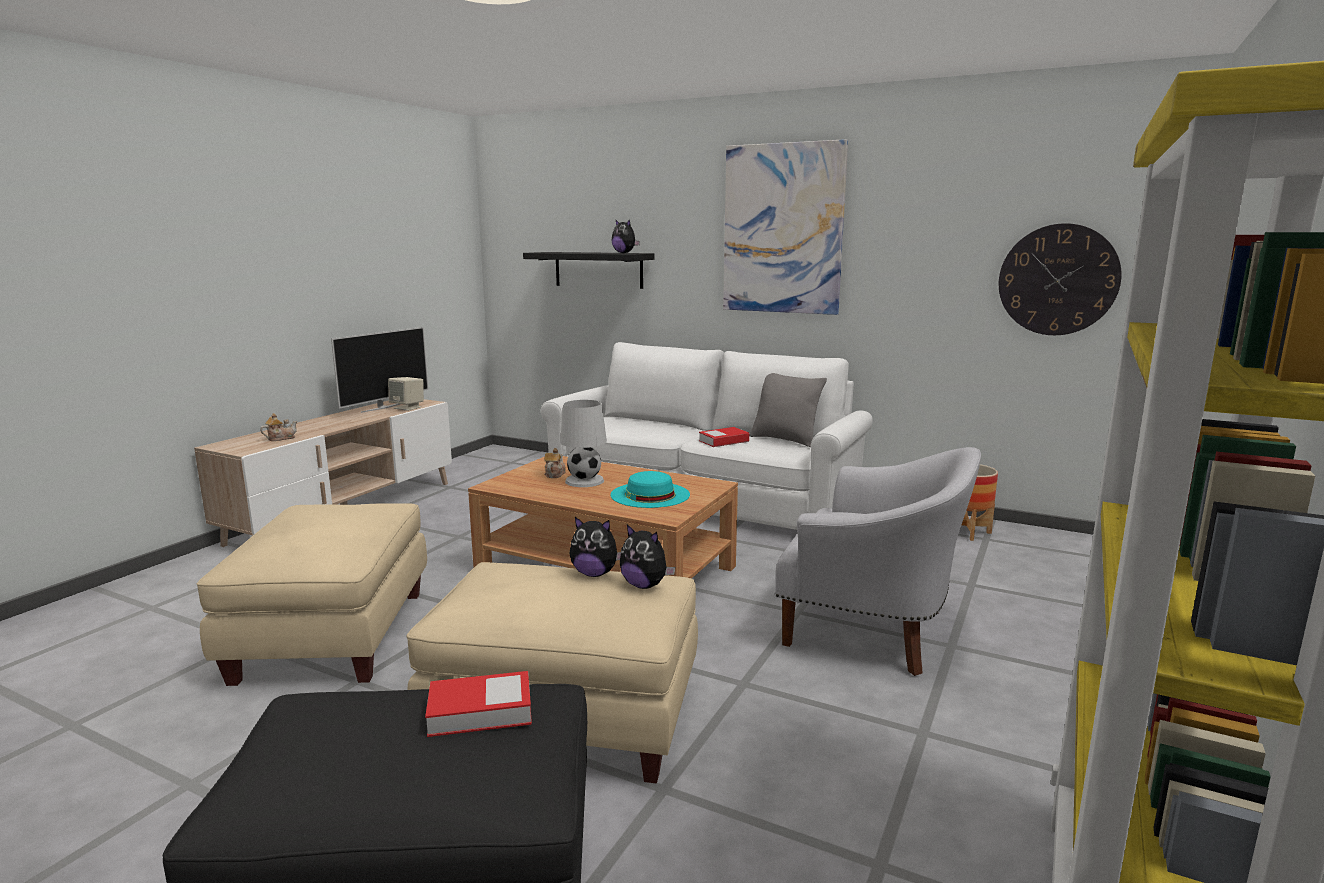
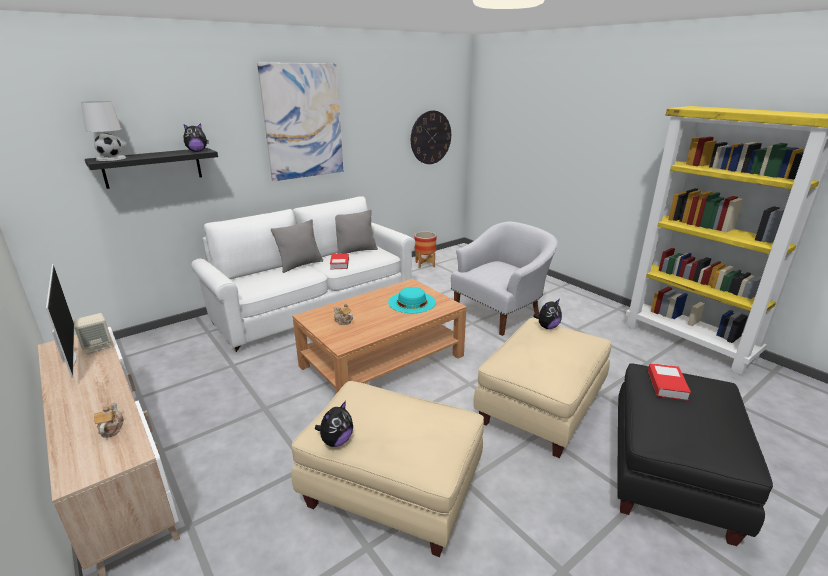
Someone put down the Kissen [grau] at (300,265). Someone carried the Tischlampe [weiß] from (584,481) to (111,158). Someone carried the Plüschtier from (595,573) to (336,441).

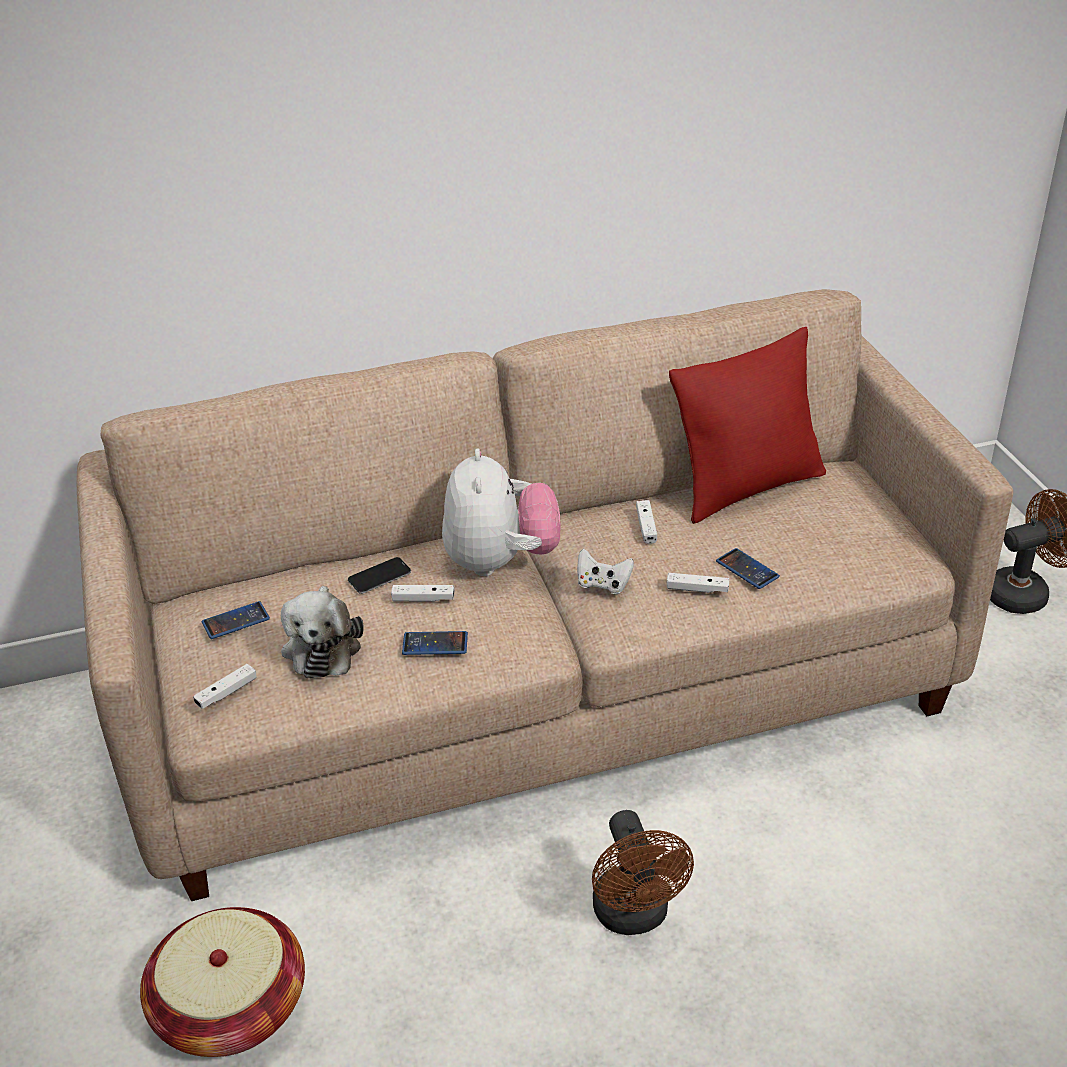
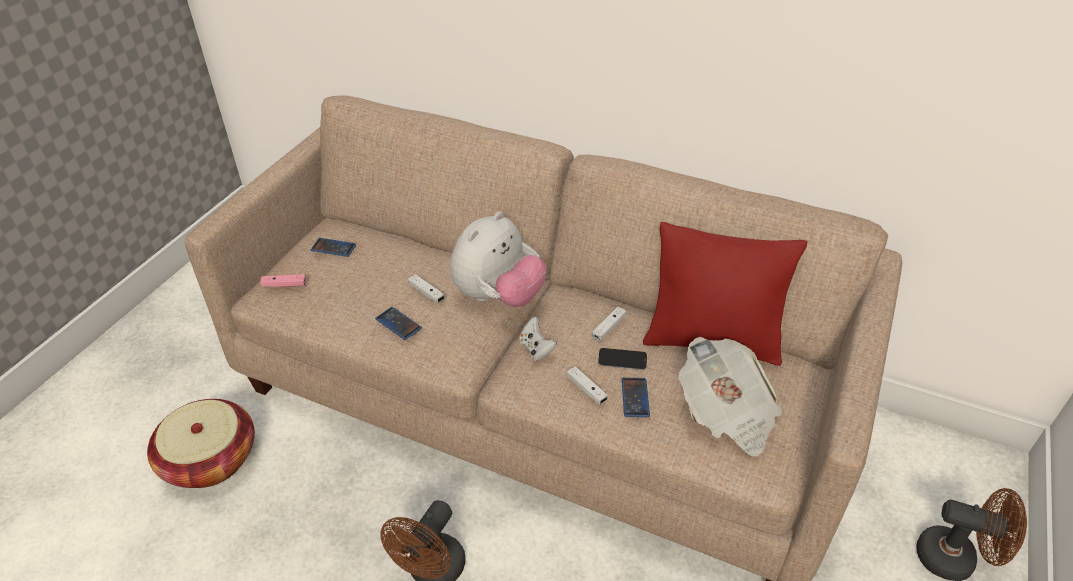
Someone took away the Plüschtier at (322,646). Someone put down the Zeitung at (726,414). Someone carried the Handy from (379,577) to (622,360). Someone repainted the Gamepad [weiß] at (226,693), which became the Gamepad [rosa] at (284,285).

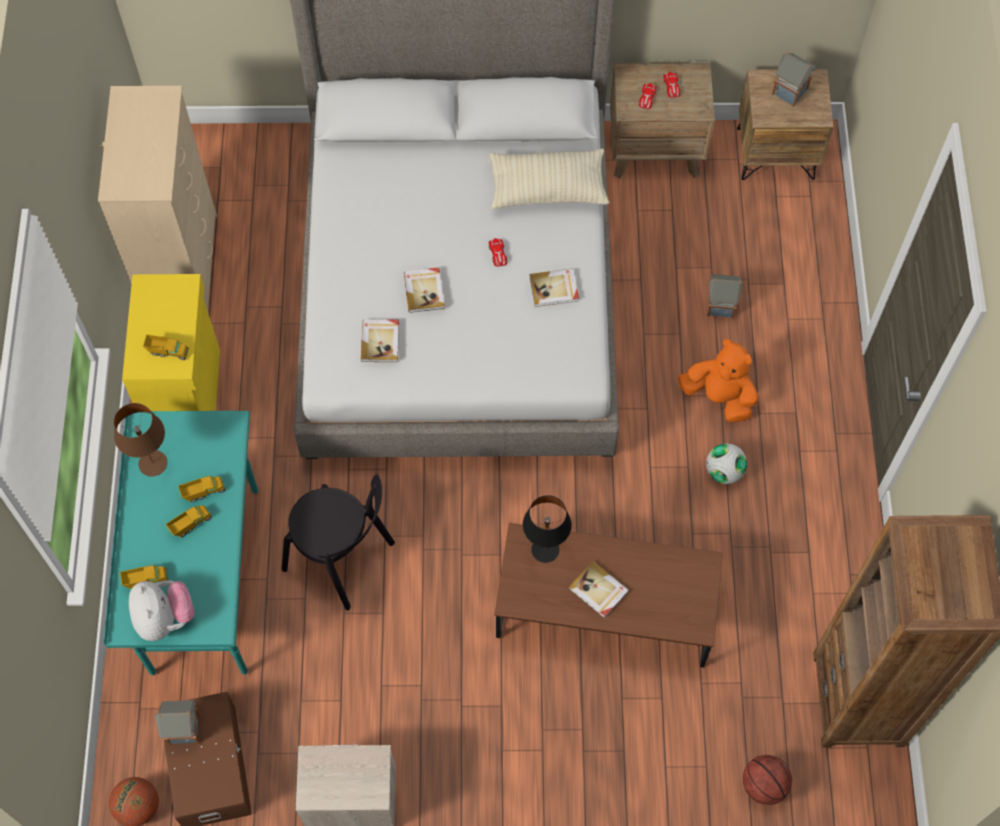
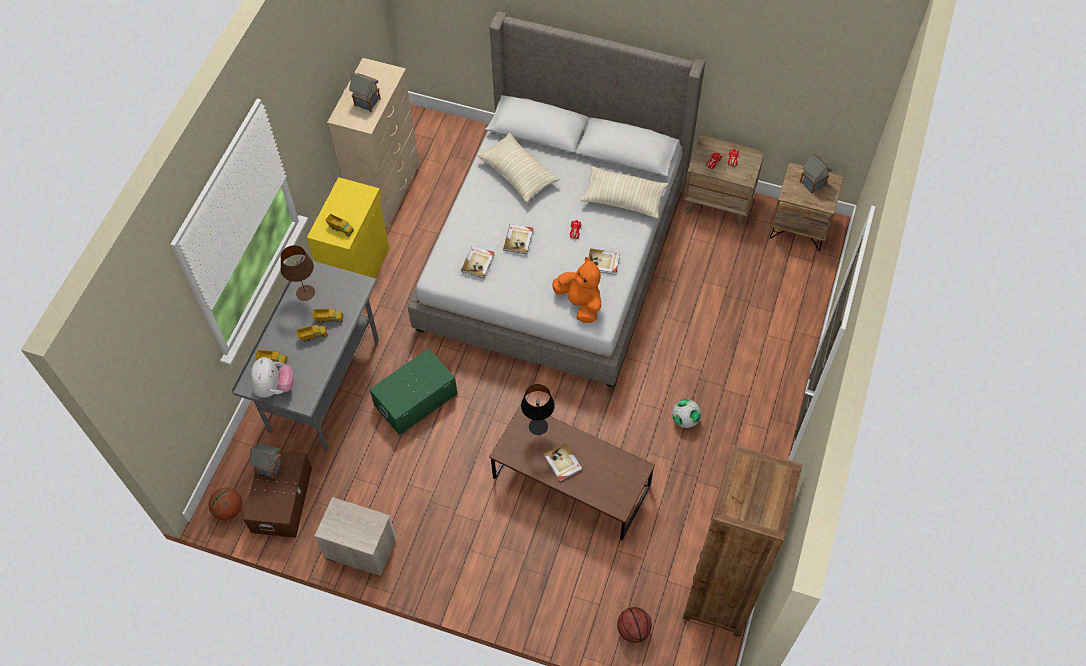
Someone put down the Kissen [beige] at (518,174). Someone carried the Plüschtier [orange] from (719,397) to (580,303). Someone carried the Spielzeughaus from (720,306) to (366,102). Someone swapped the Stuhl [schwarz] at (342,559) for the Aufbewahrungsbox [grün] at (415,399). Someone repainted the Schreibtisch [türkis] at (205,580), which became the Schreibtisch [grau] at (324,385).

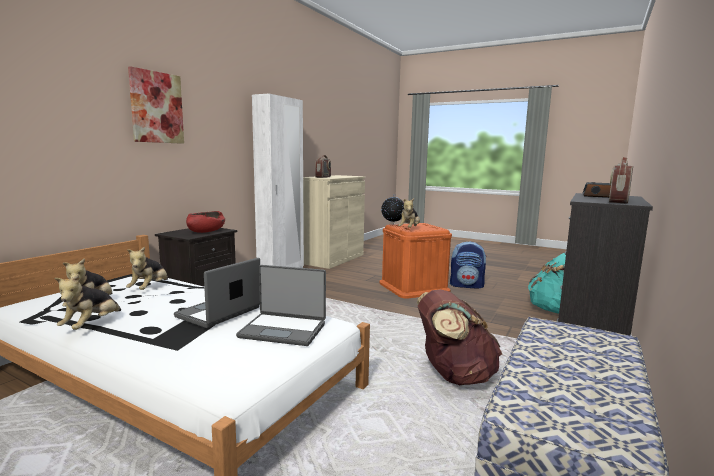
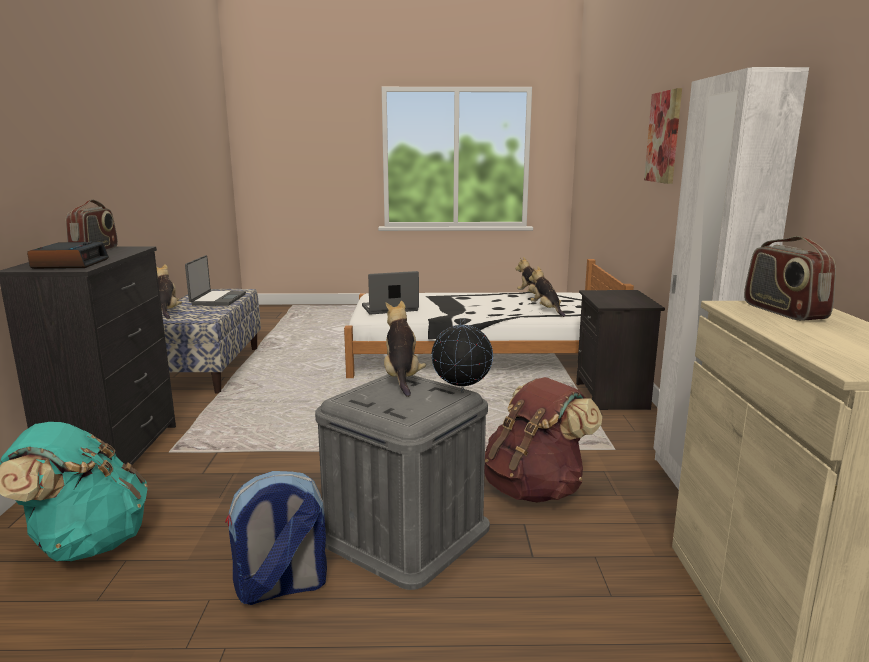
Someone took away the Schüssel [rot] at (206,231). Someone carried the Plüschtier from (92,325) to (167,311). Someone carried the Laptop from (220,312) to (217,299). Someone carried the Rucksack [braun] from (454,375) to (535,489). Someone repainted the Aufbewahrungsbox [orange] at (413,287), which became the Aufbewahrungsbox [grau] at (404,532).

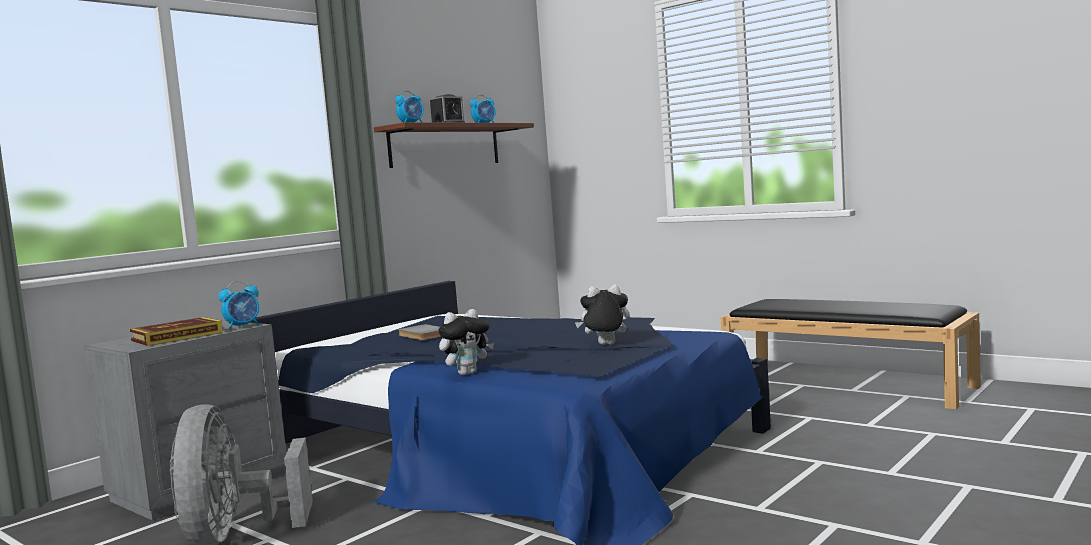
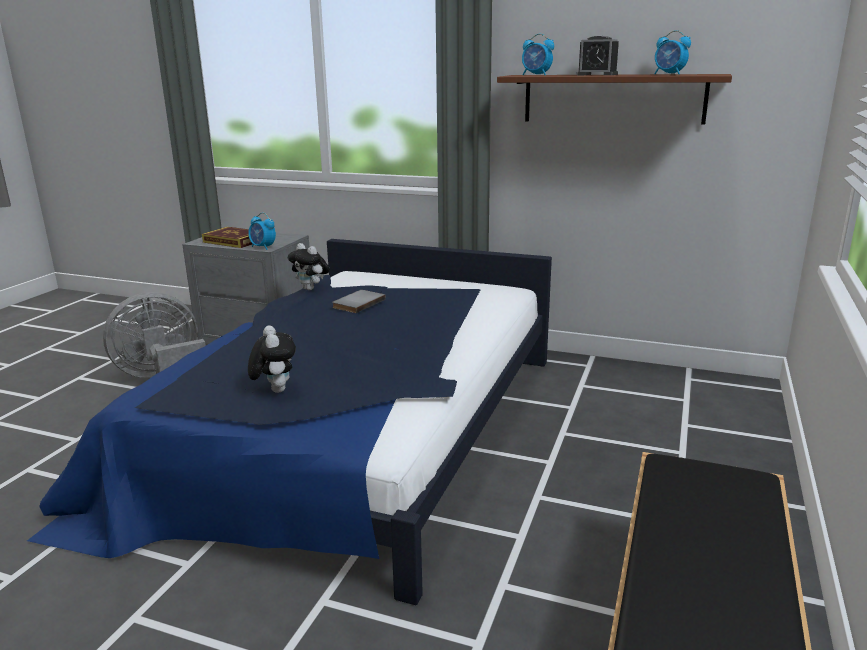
Someone carried the Plüschtier from (467,373) to (311,289).

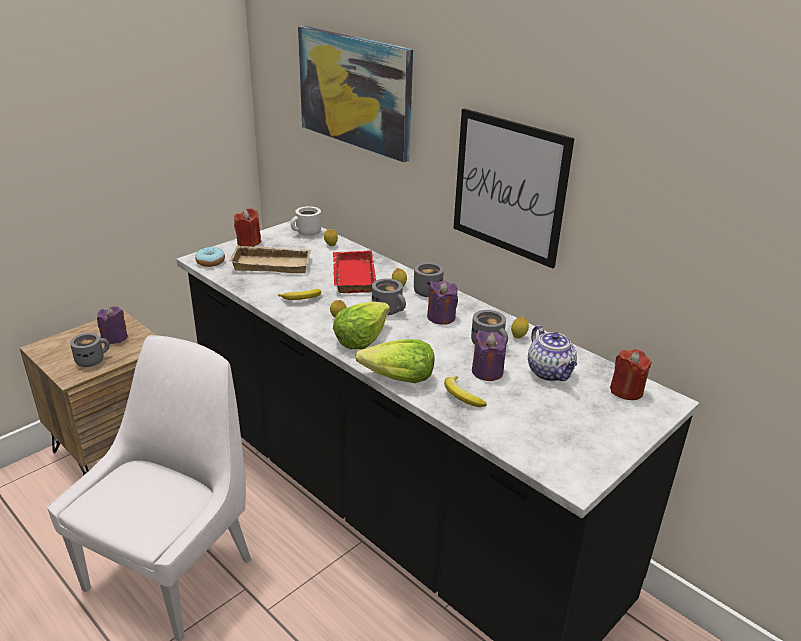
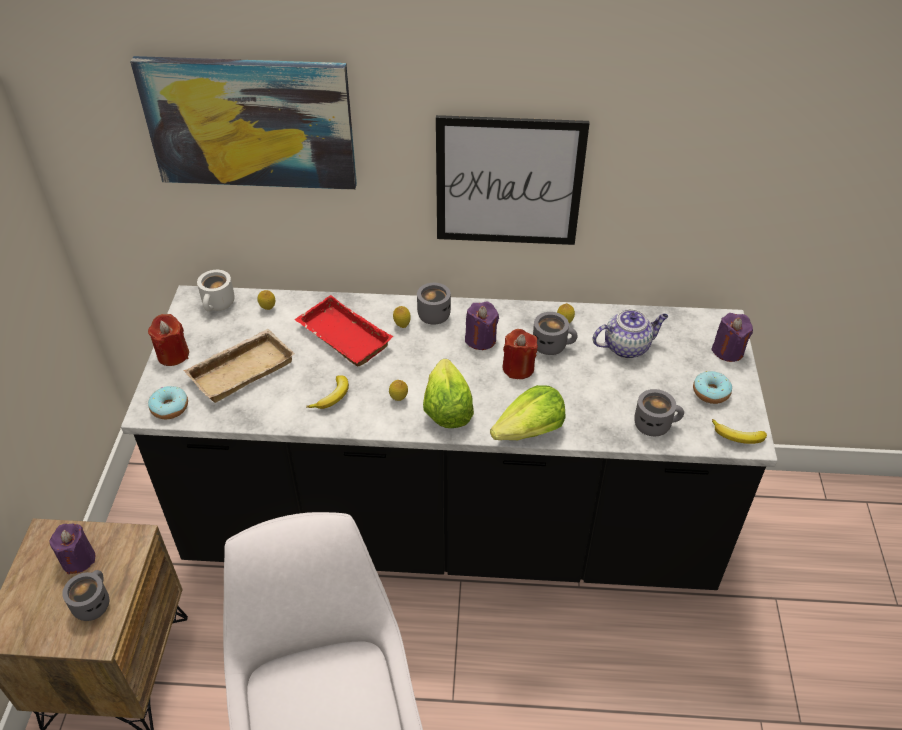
Someone put down the Donut at (710,392). Someone carried the Henkelbecher [grau] from (390,310) to (655,424). Someone carried the Banane from (461,396) to (737,437). Someone carried the Kerze [lila] from (487,372) to (728,351). Someone carried the Kerze [rot] from (626,391) to (518,368). Someone rotated the Teekanne at (550,373) by 45 degrees counterclockwise.

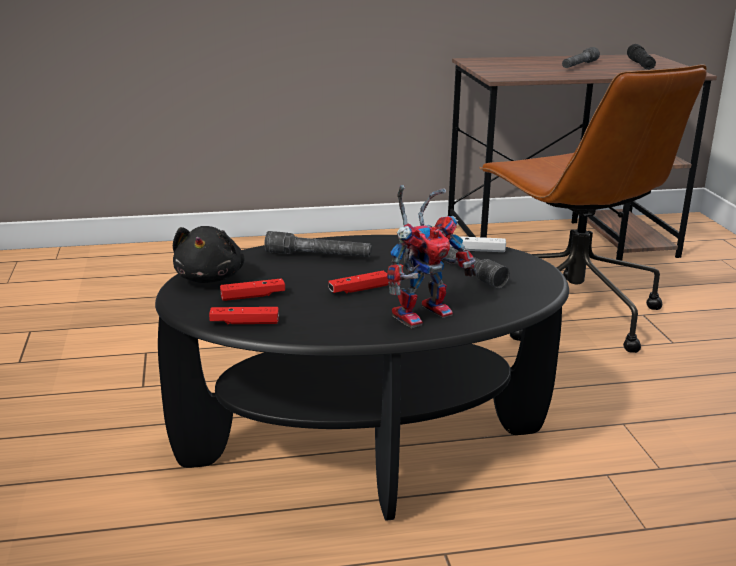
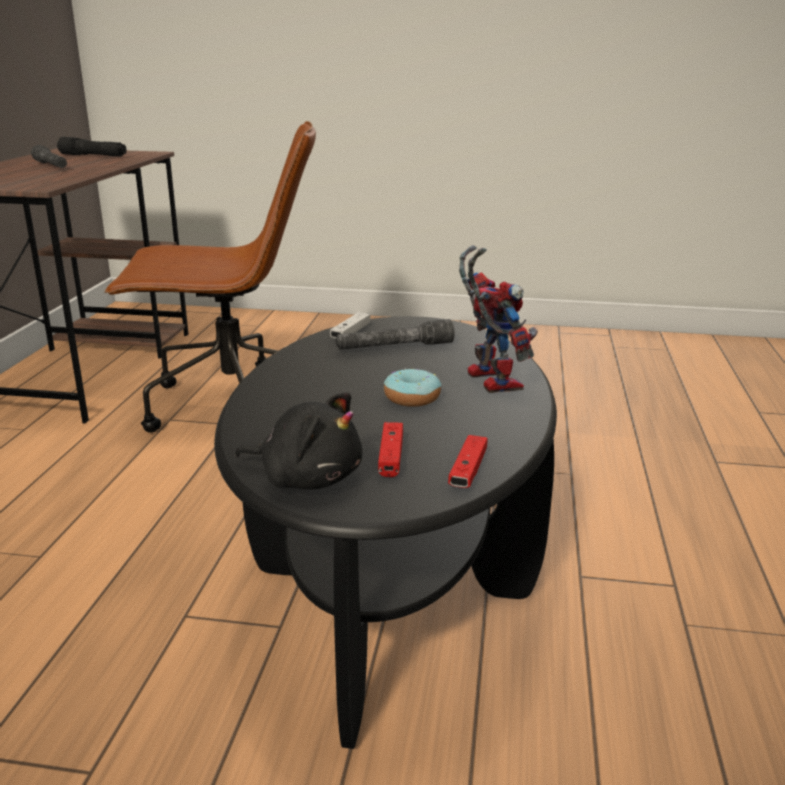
Someone took away the Taschenlampe [grau] at (318,255). Someone swapped the Gamepad [rot] at (359,289) for the Donut at (412,398).

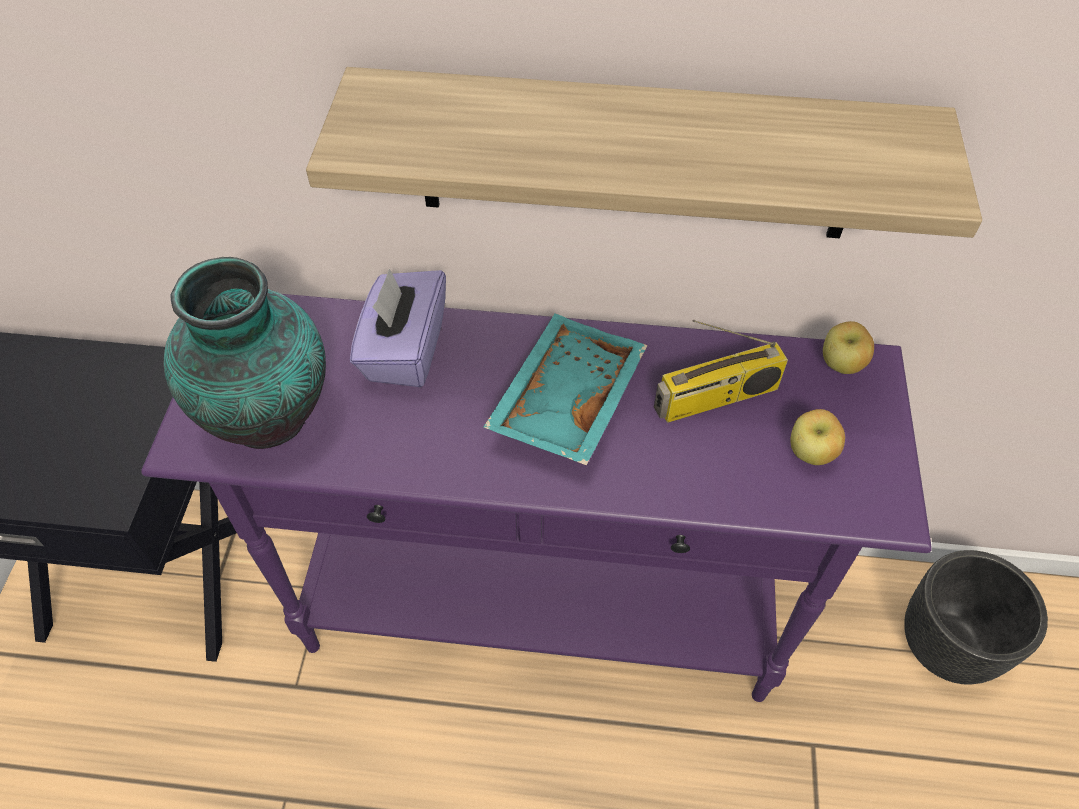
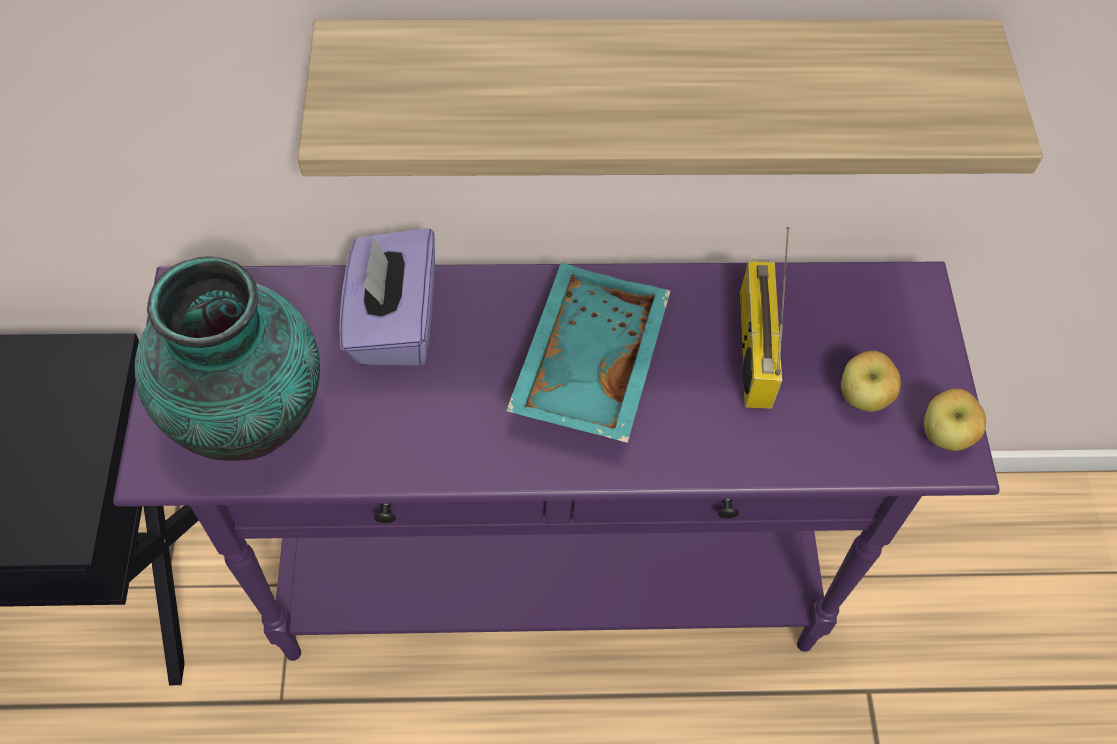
Someone took away the Pflanzkübel [schwarz] at (944,644). Someone carried the Apfel from (841,365) to (944,436). Someone rotated the Radio at (715,399) by 120 degrees clockwise.

